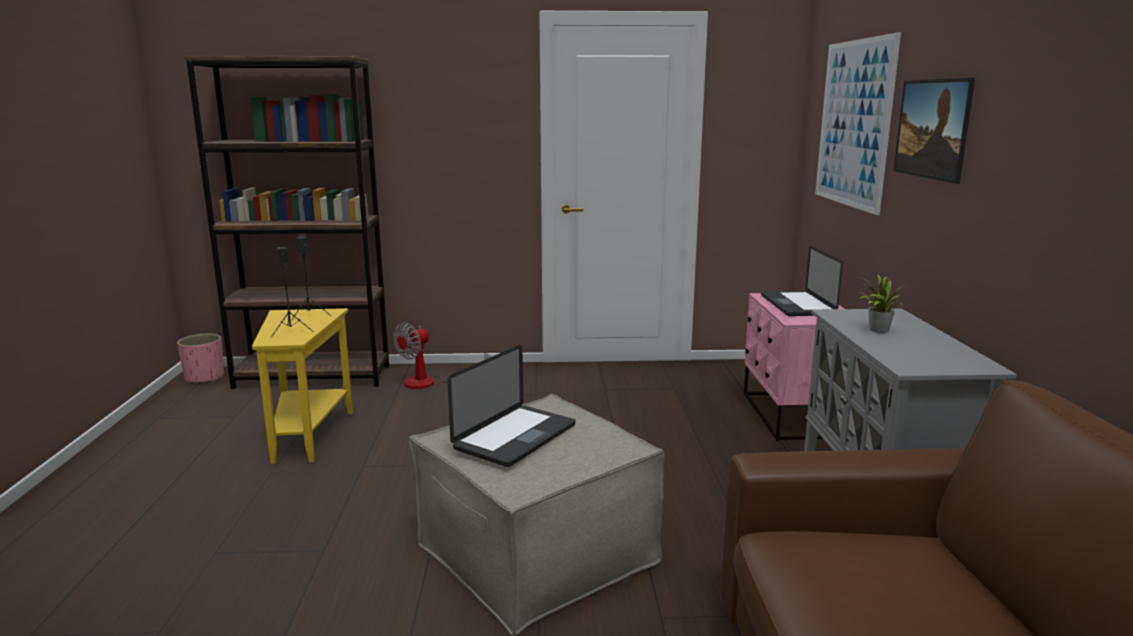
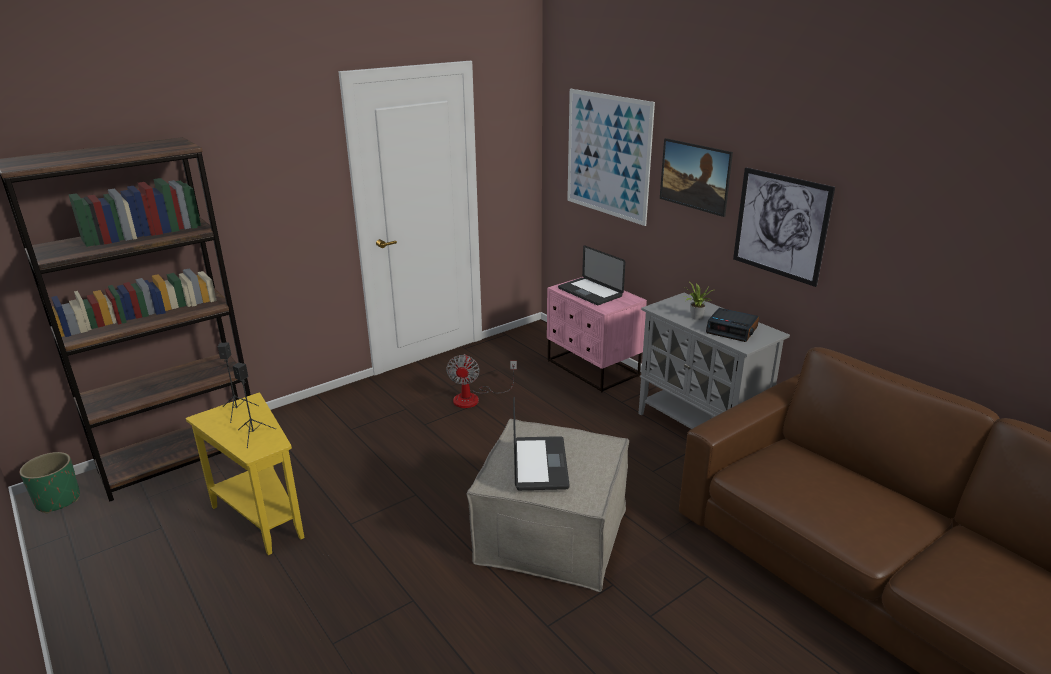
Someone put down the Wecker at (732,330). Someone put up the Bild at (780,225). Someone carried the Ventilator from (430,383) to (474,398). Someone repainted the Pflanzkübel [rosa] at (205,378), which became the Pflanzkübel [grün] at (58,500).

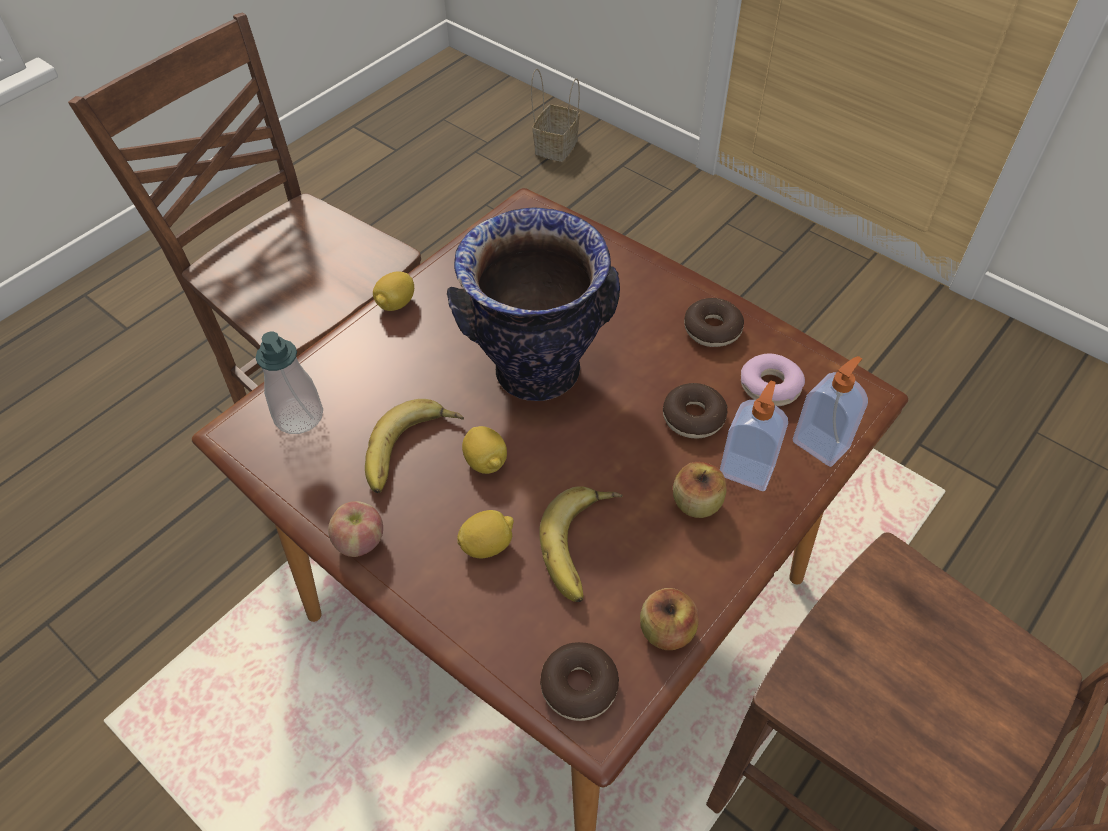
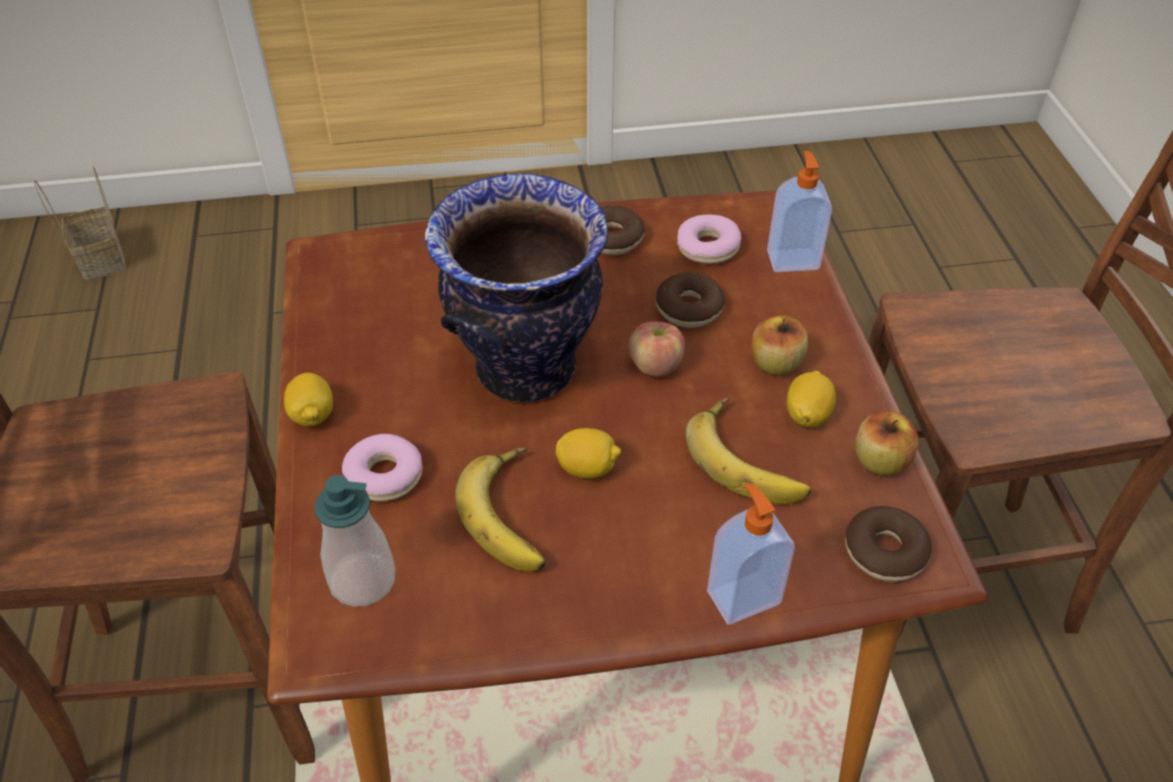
Someone put down the Donut at (384,475). Someone carried the Apfel from (360,541) to (655,366). Someone carried the Zitrone from (487,545) to (807,415). Someone carried the Seifenspender from (747,470) to (742,596).

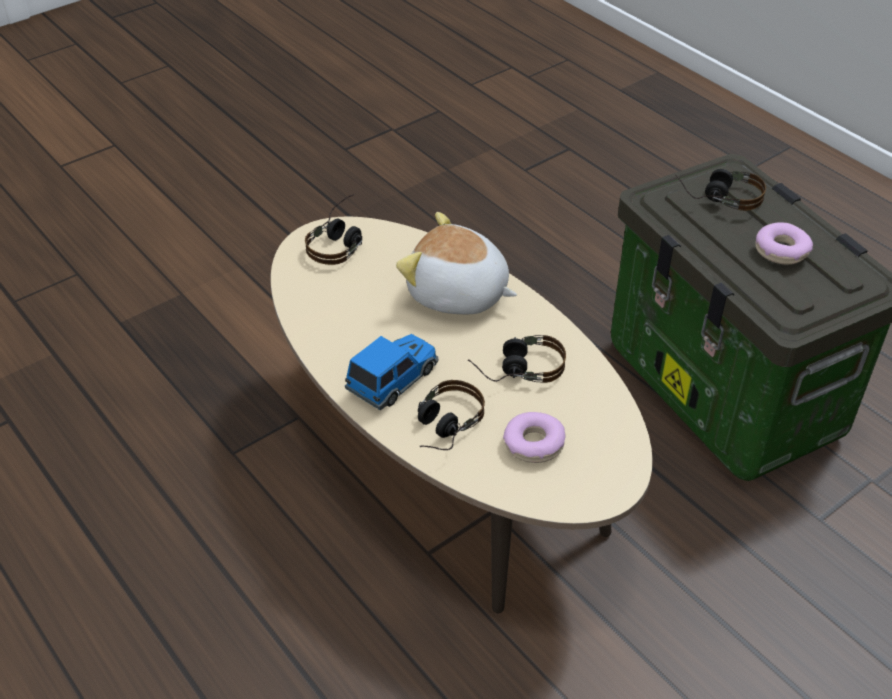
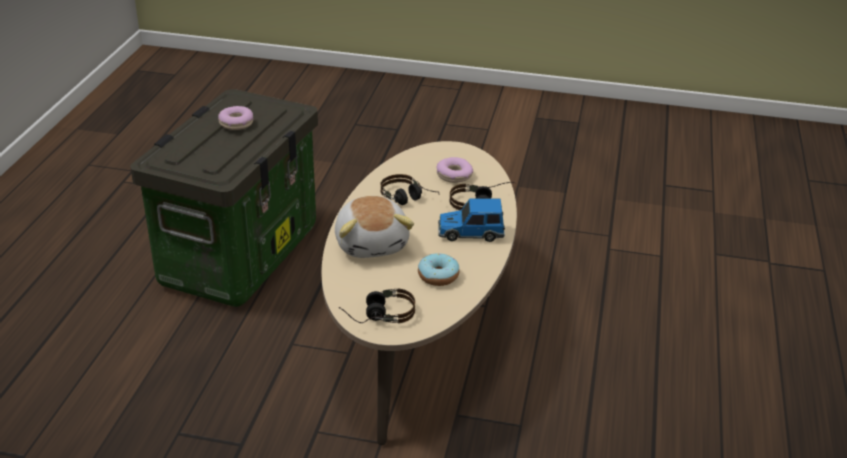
Someone took away the Kopfhörer at (718,197). Someone put down the Donut at (438,276).

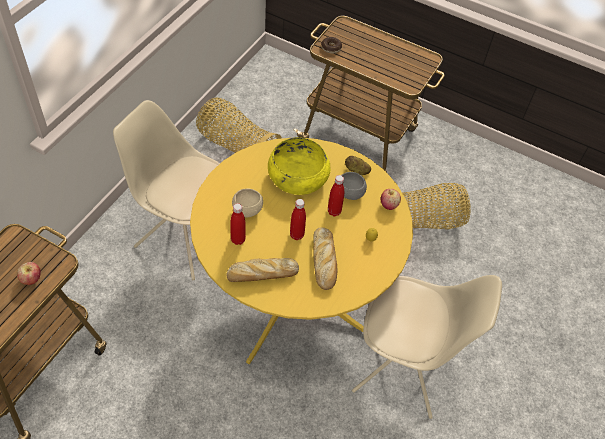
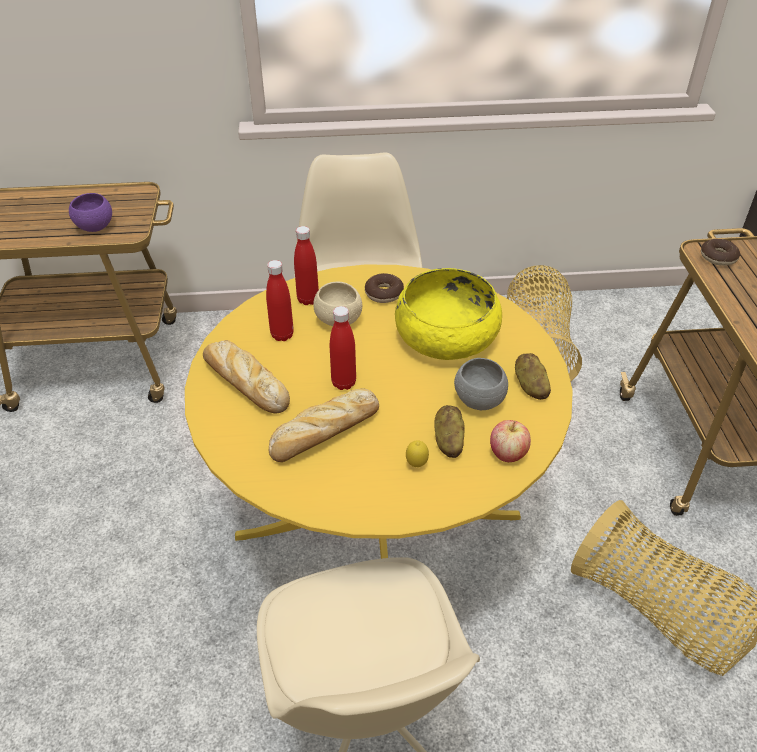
Someone put down the Donut at (384,293). Someone put down the Kartoffel at (448,441). Someone carried the Flasche [rot] from (334,211) to (308,300). Someone swapped the Apfel at (32,279) for the Schüssel [lila] at (95,227).

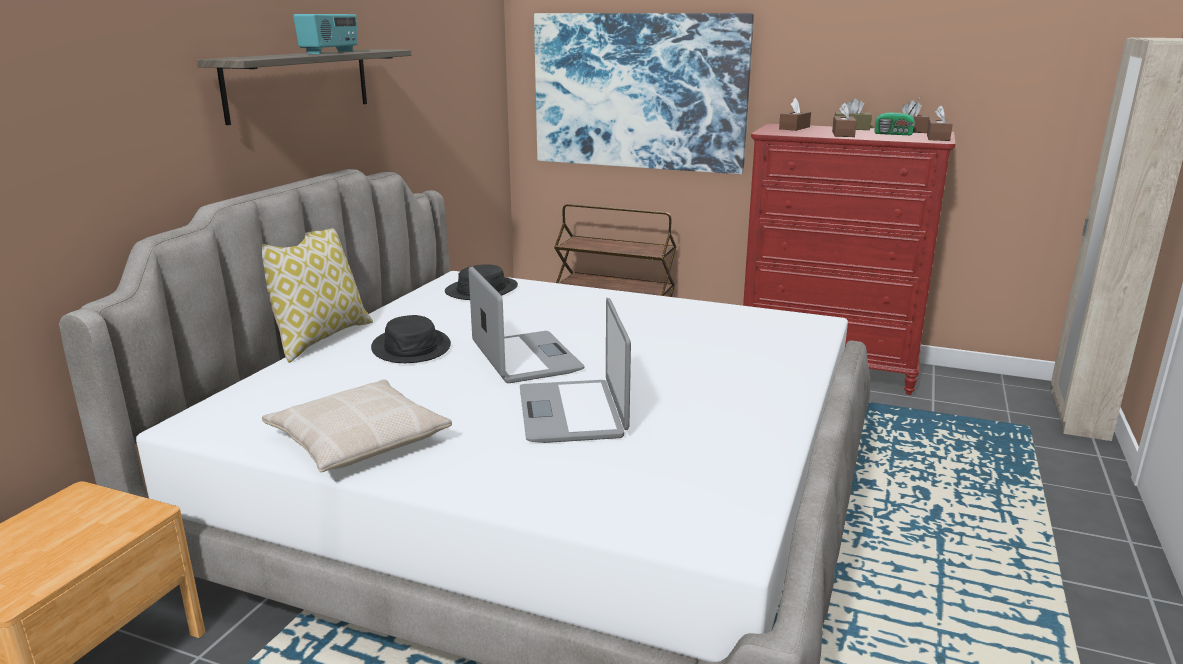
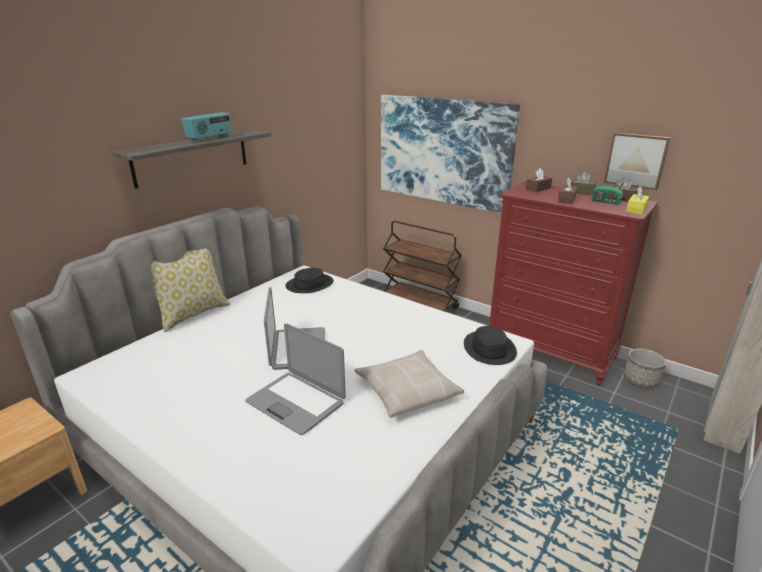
Someone put up the Bild at (636,160). Someone put down the Pflanzkübel at (640,380). Someone carried the Kissen [beige] from (358,440) to (407,390). Someone carried the Hut [schwarz] from (411,347) to (489,348). Someone repainted the Taschentuchbox [braun] at (938,138), which became the Taschentuchbox [gelb] at (636,210). Someone rotated the Laptop at (573,412) by 60 degrees counterclockwise.

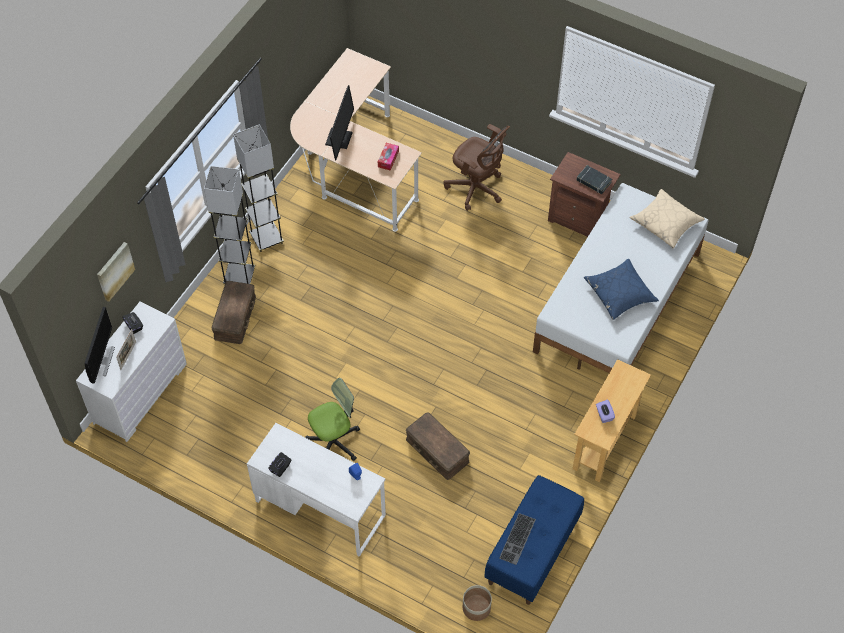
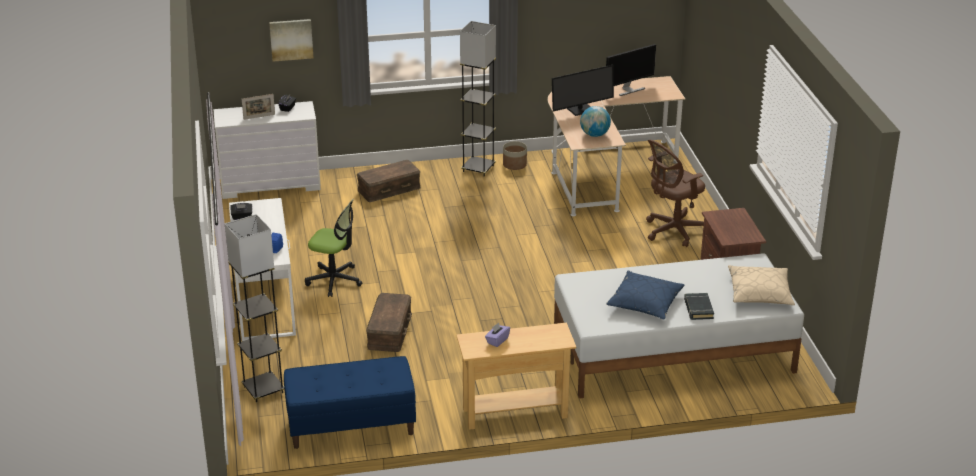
Someone took away the Tastatur at (518,539). Someone carried the Monitor from (103,361) to (628,90). Someone carried the Stehlampe [grau] from (239,277) to (263,389). Someone carried the Pflanzkübel from (476,607) to (515,165). Someone carried the Buch [schwarz] from (593,181) to (698,309). Someone swapped the Taschentuchbox at (388,159) for the Globus at (595,135). Someone rotated the Bürostuhl [braun] at (476,189) by 60 degrees clockwise.

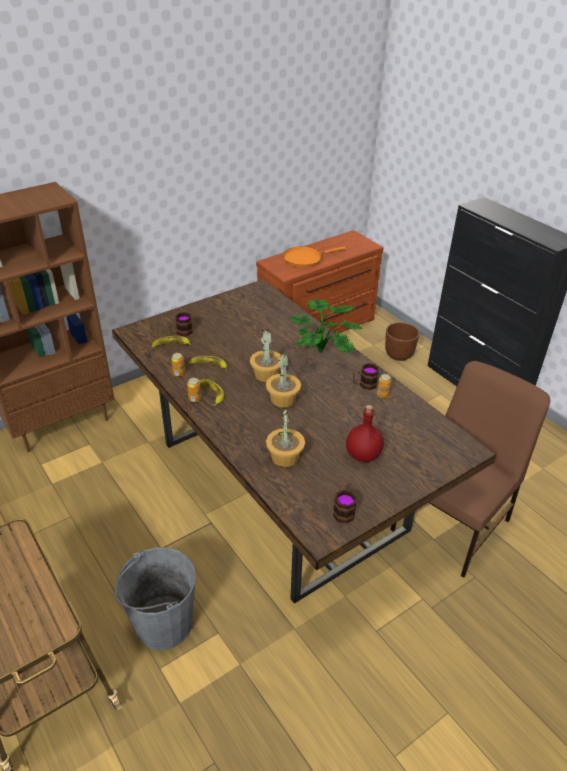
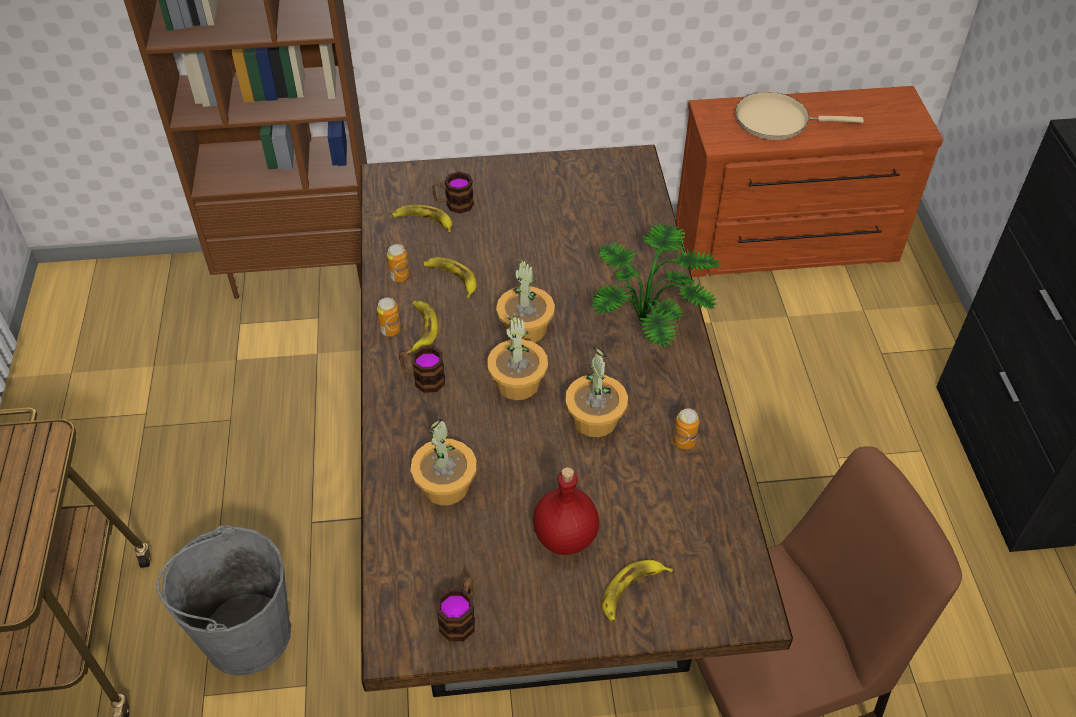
Someone took away the Pflanzkübel [braun] at (399,355). Someone put down the Topfpflanze at (594,420). Someone put down the Banane at (632,591). Someone carried the Henkelbecher from (364,384) to (423,379). Someone repainted the Pfanne [orange] at (305,259), which became the Pfanne [beige] at (777,121).

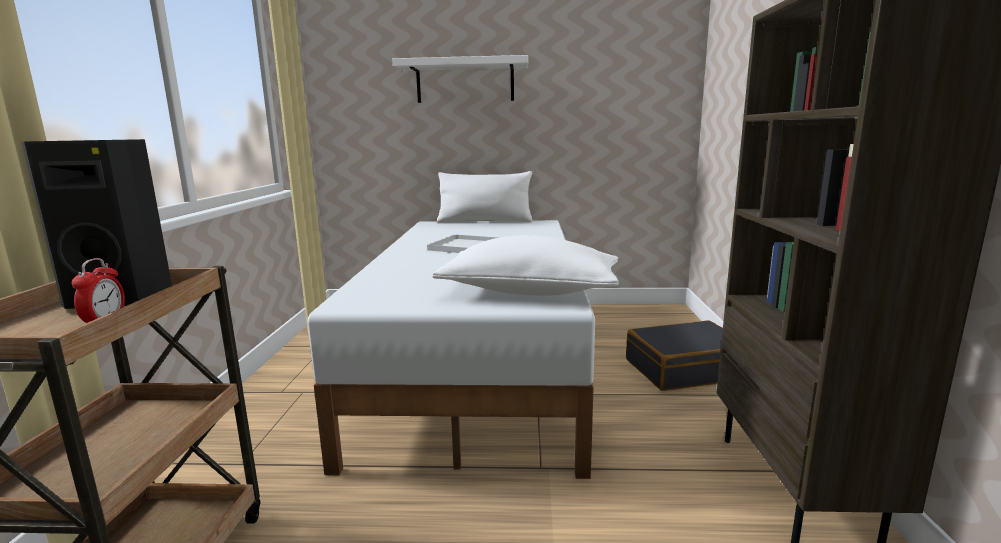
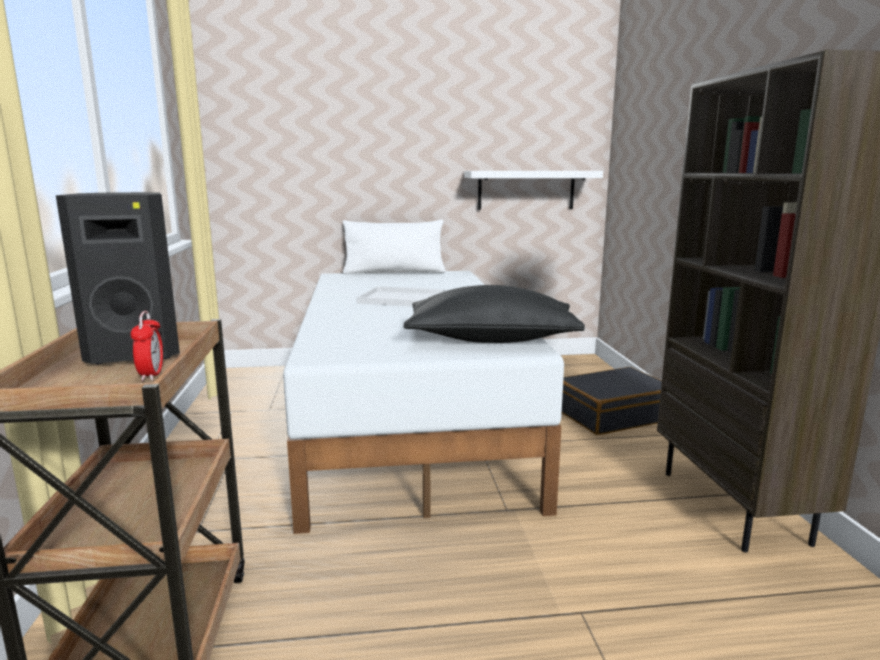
Someone carried the Wandregal [weiß] from (465,82) to (526,190). Someone repainted the Kissen [weiß] at (529,291), which became the Kissen [schwarz] at (491,340).

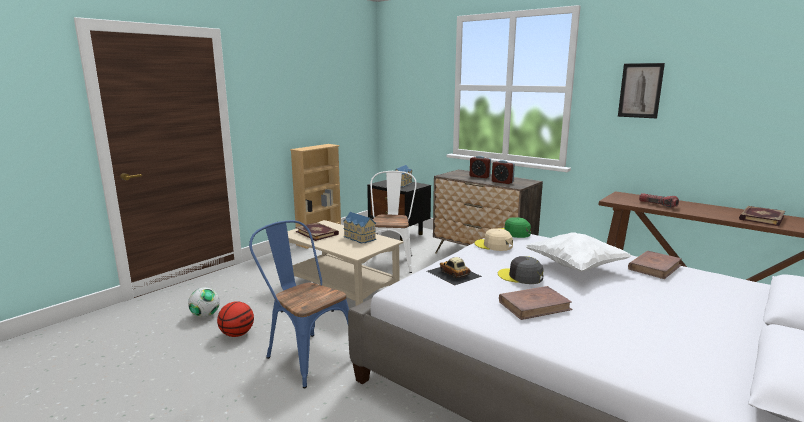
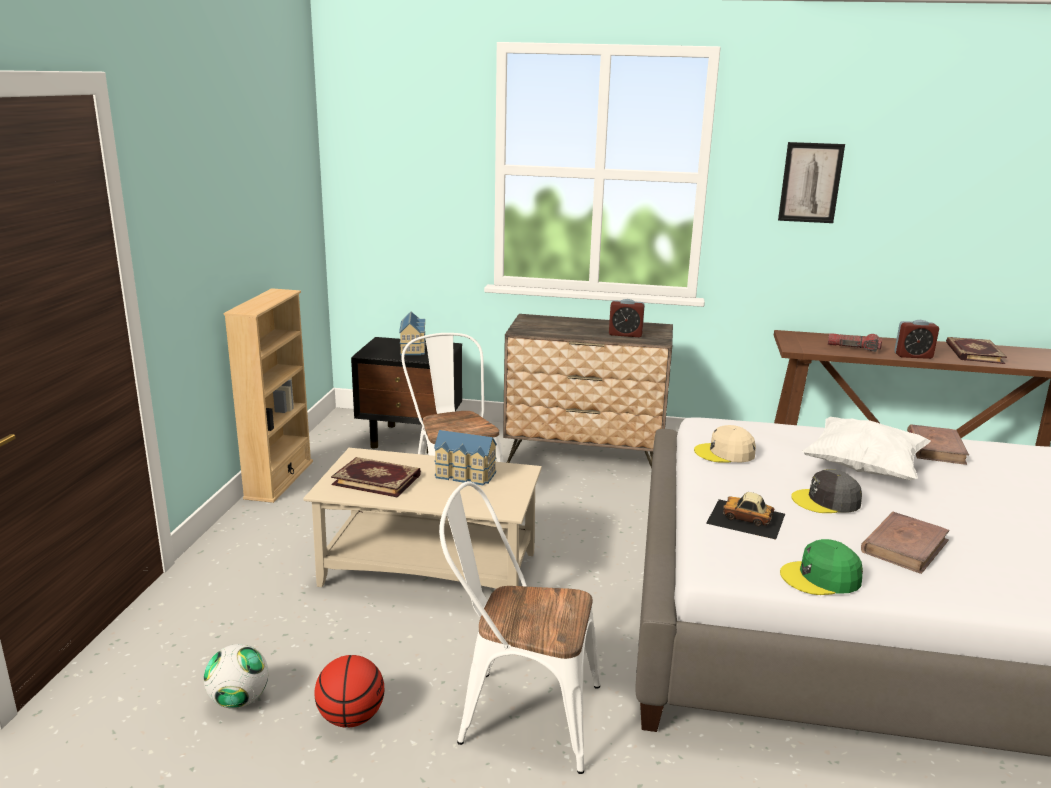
Someone carried the Wecker from (479,176) to (913,356). Someone carried the Kappe [grün] from (513,233) to (821,578). Someone repainted the Stuhl [blau] at (306,355), which became the Stuhl [weiß] at (517,714).

